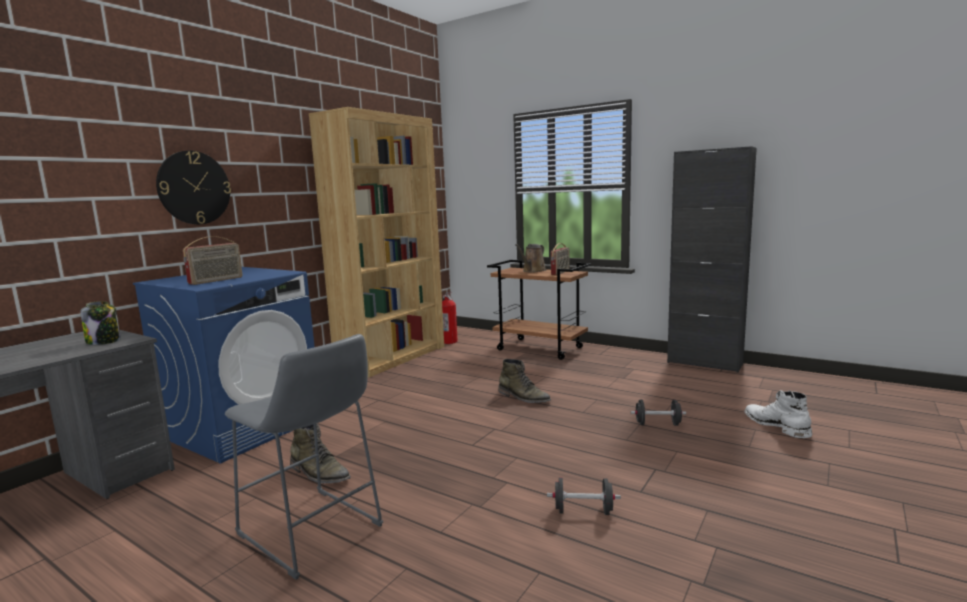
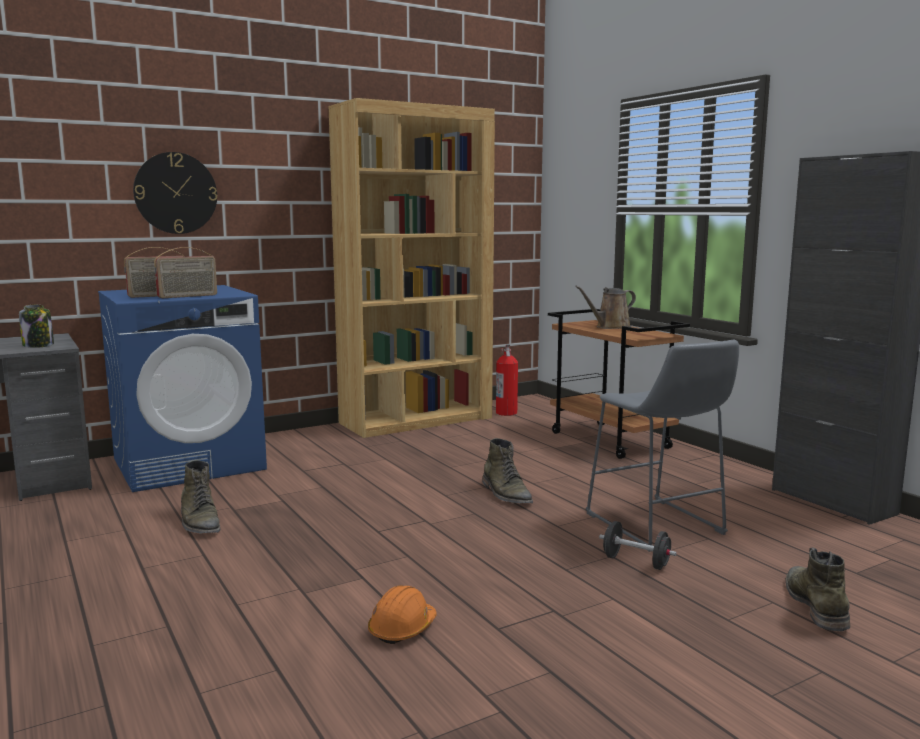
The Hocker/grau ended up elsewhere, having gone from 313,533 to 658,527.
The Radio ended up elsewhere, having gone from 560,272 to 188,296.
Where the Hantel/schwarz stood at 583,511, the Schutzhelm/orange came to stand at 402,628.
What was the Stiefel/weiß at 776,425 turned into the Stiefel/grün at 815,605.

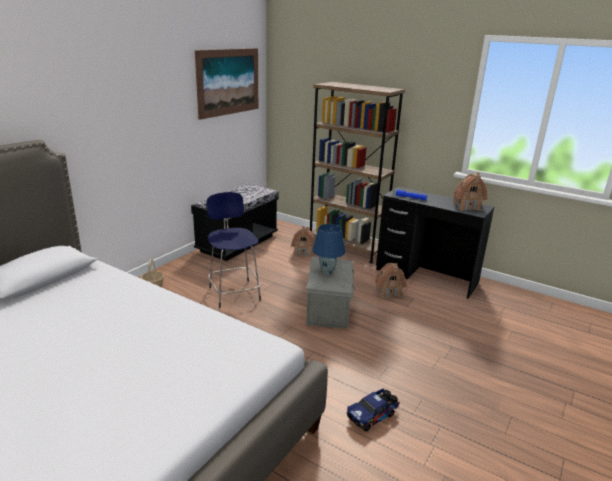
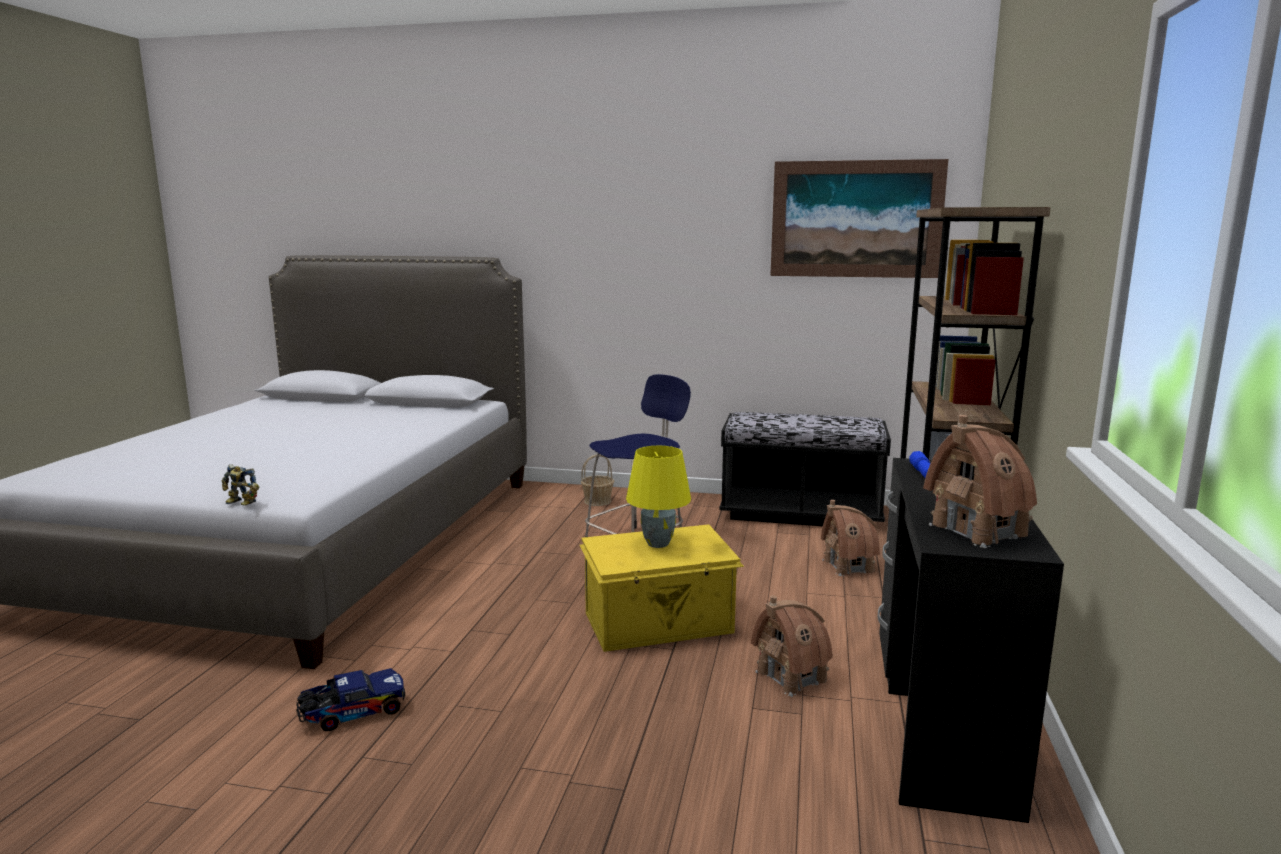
The second view gained the Spielzeugroboter at 240,503.
What was the Aufbewahrungsbox/grau at 329,308 turned into the Aufbewahrungsbox/gelb at 660,624.
What was the Tischlampe/blau at 327,272 turned into the Tischlampe/gelb at 658,544.
The Spielzeuglaster at 373,415 ended up facing another way, 120 degrees clockwise from before.

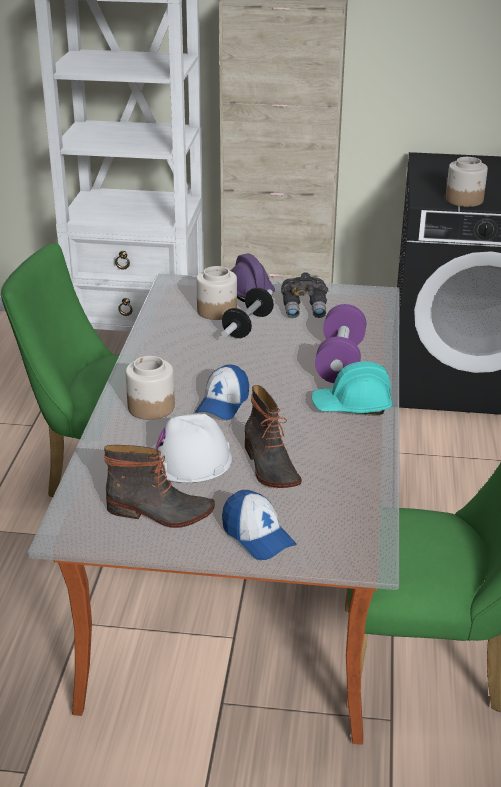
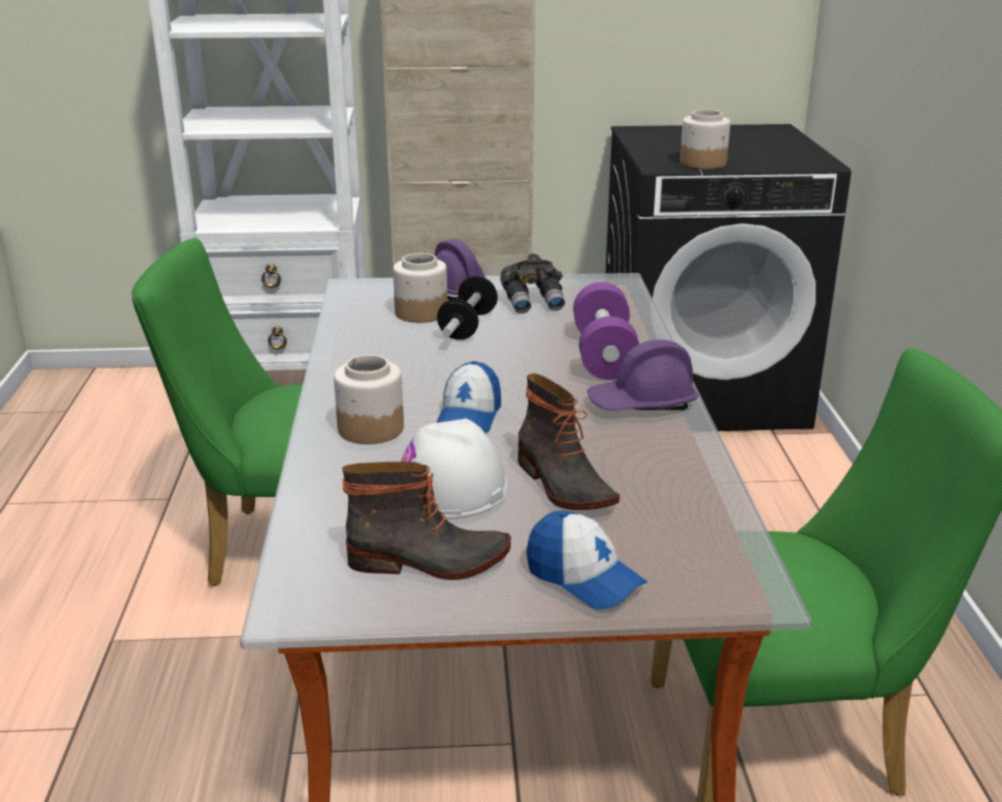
What was the Schutzhelm/türkis at 352,406 turned into the Schutzhelm/lila at 642,403.

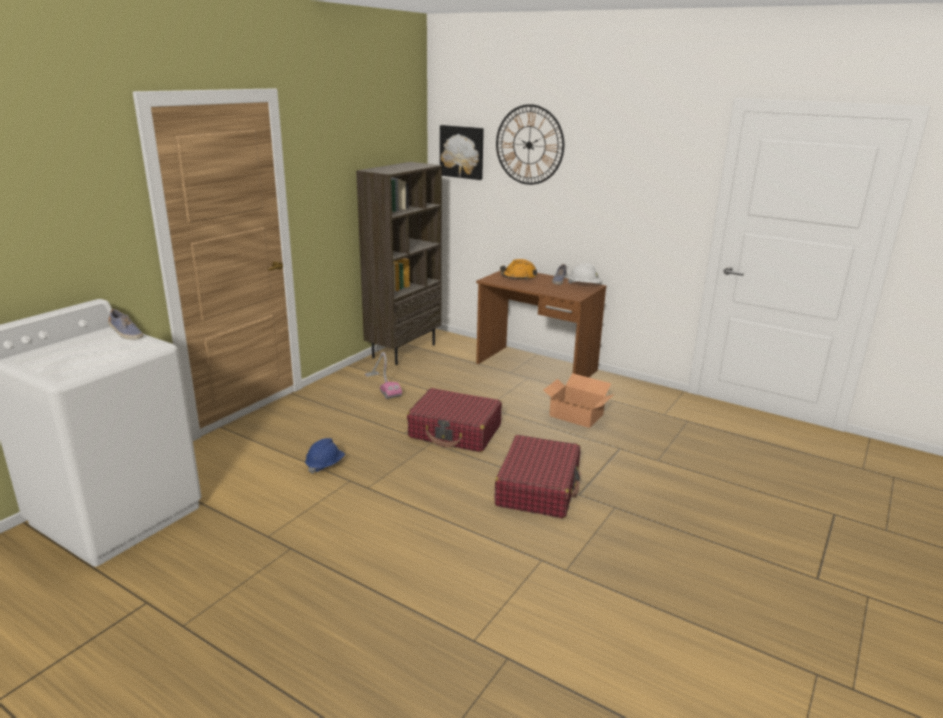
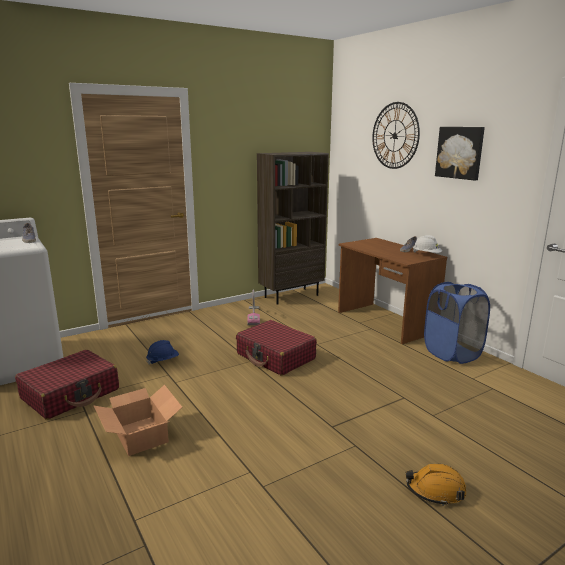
The second view gained the Wäschekorb/blau at 452,353.
The Bild ended up elsewhere, having gone from 462,152 to 460,152.
The Koffer/rot ended up elsewhere, having gone from 538,488 to 71,394.
The Schutzhelm/orange ended up elsewhere, having gone from 518,277 to 435,490.
The Karton ended up elsewhere, having gone from 576,415 to 141,435.

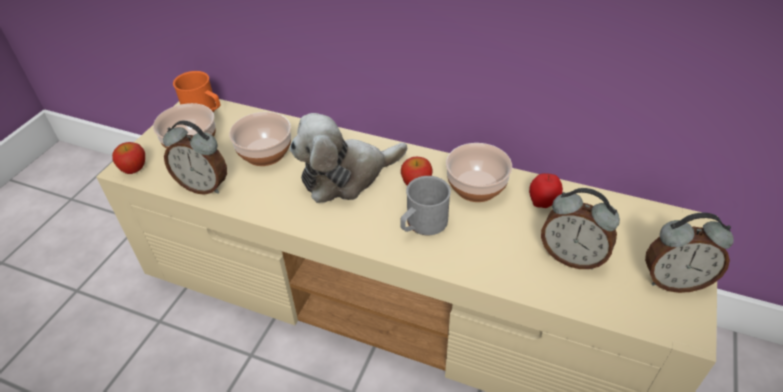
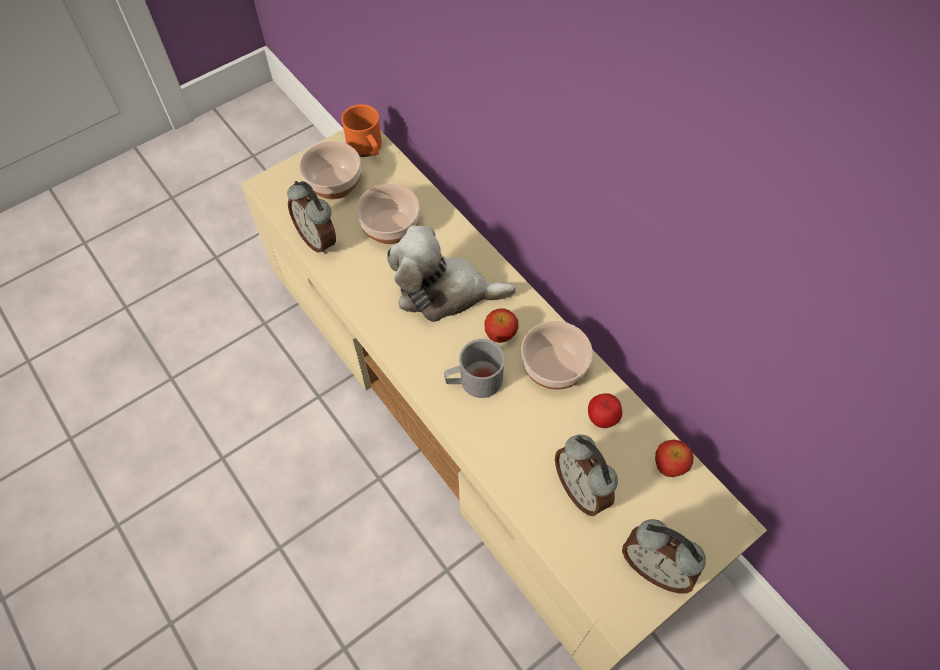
The Apfel ended up elsewhere, having gone from 134,168 to 669,465.

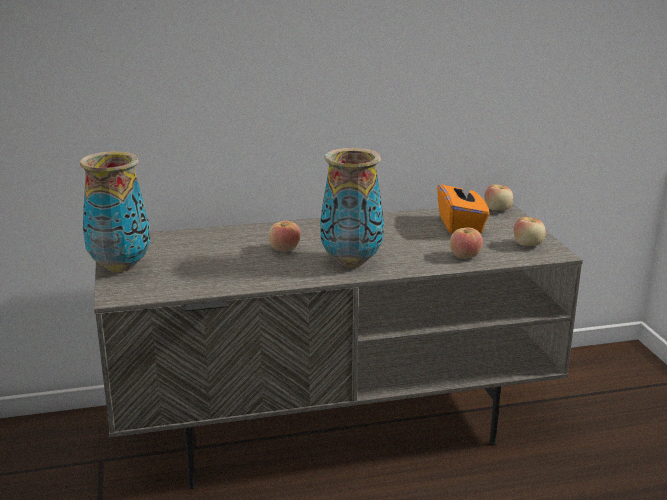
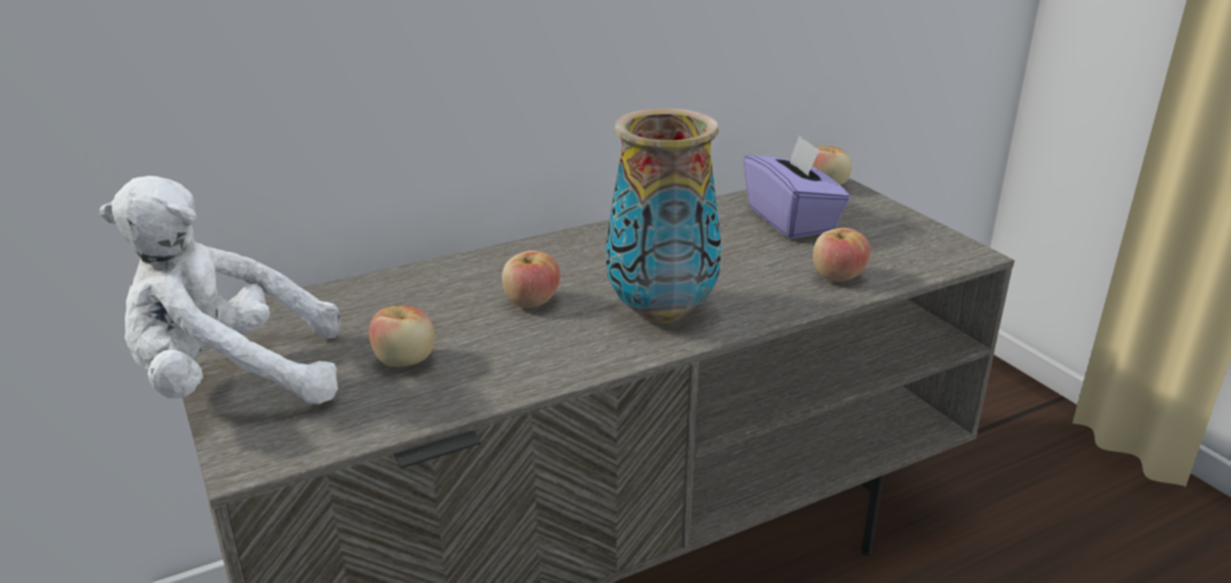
The Apfel ended up elsewhere, having gone from 528,245 to 405,361.
Where the Vase stood at 120,266, the Plüschtier/weiß came to stand at 232,382.
What was the Taschentuchbox/orange at 461,226 turned into the Taschentuchbox/lila at 792,220.

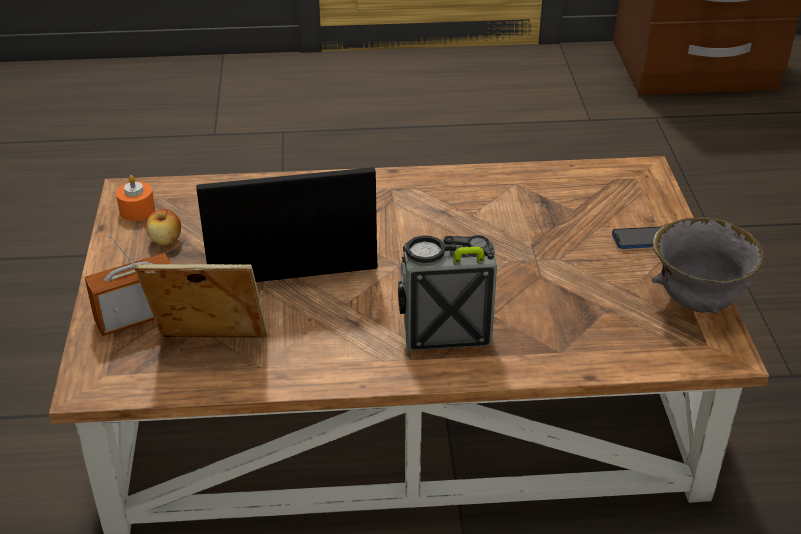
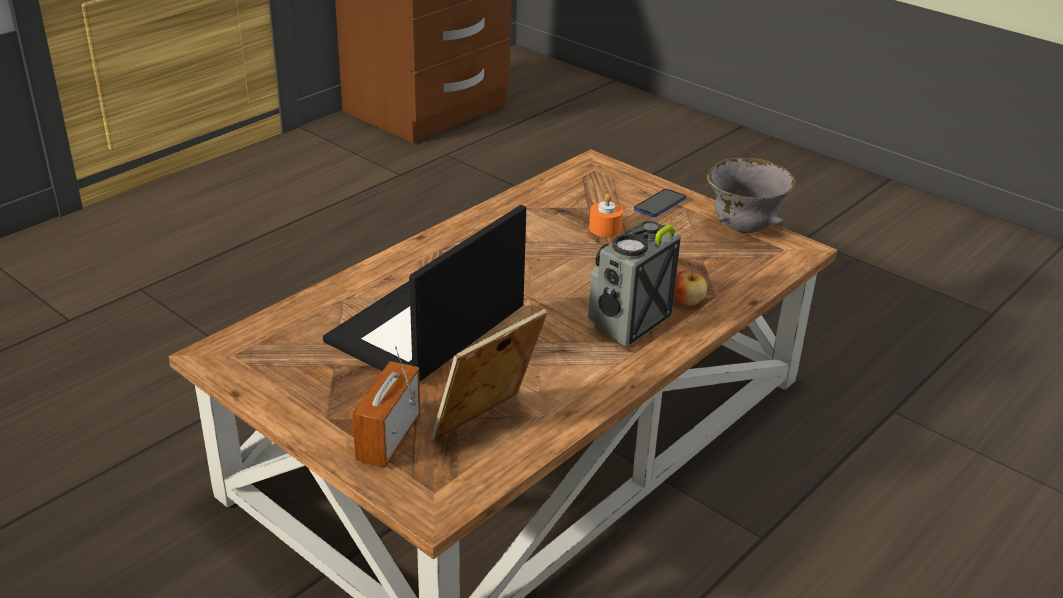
The Kerze/orange ended up elsewhere, having gone from 137,210 to 605,228.
The Apfel ended up elsewhere, having gone from 166,240 to 687,301.

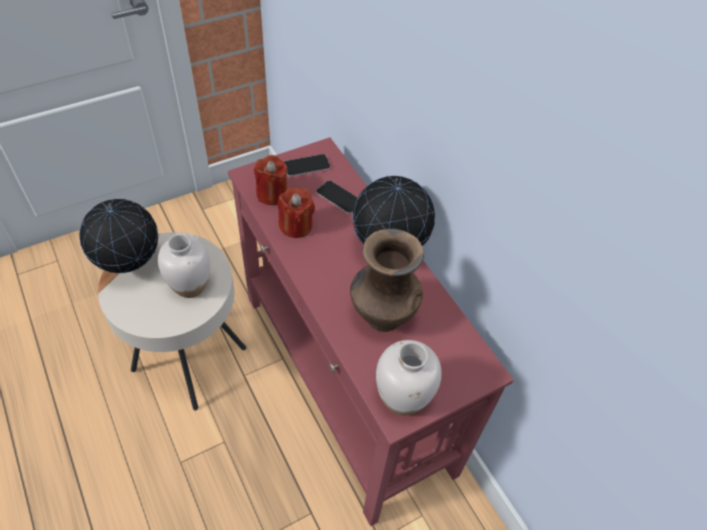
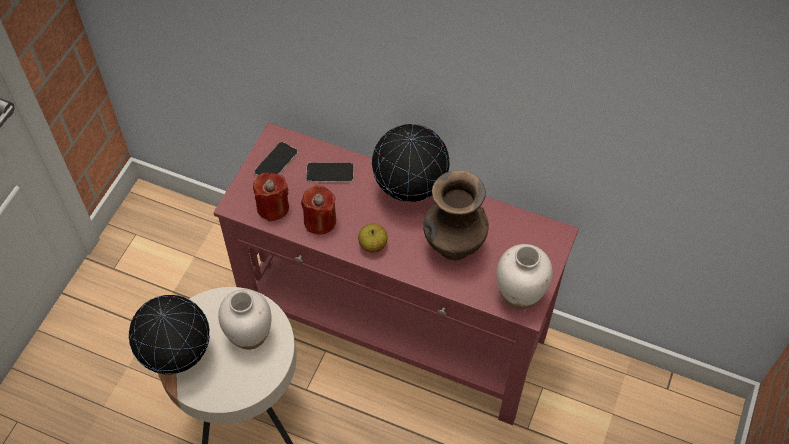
The second view gained the Apfel at 373,245.

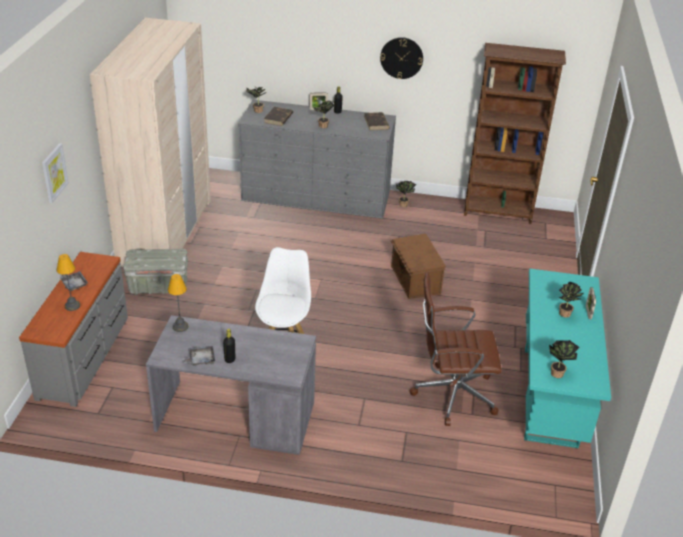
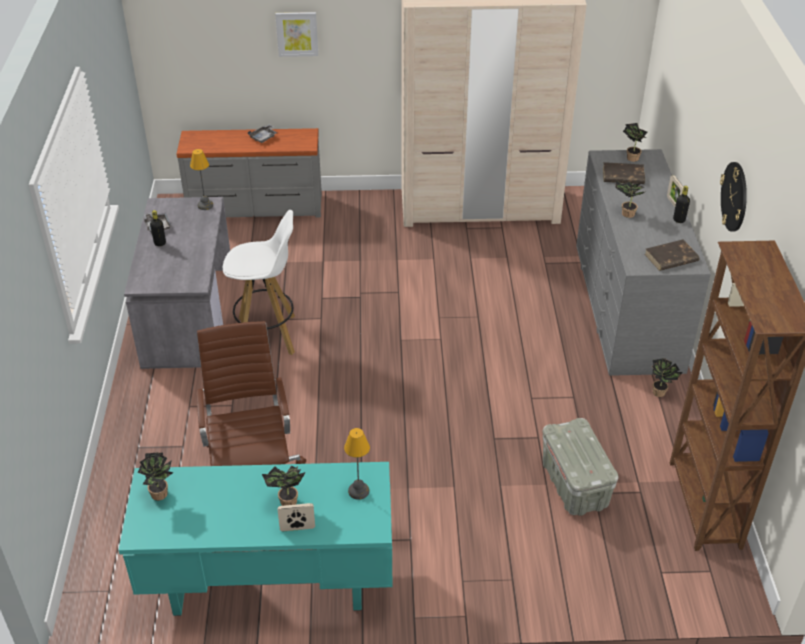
The second view lost the Aufbewahrungsbox/braun at 414,280.
The Tischlampe ended up elsewhere, having gone from 72,305 to 359,491.
The Aufbewahrungsbox/grau ended up elsewhere, having gone from 158,286 to 575,485.

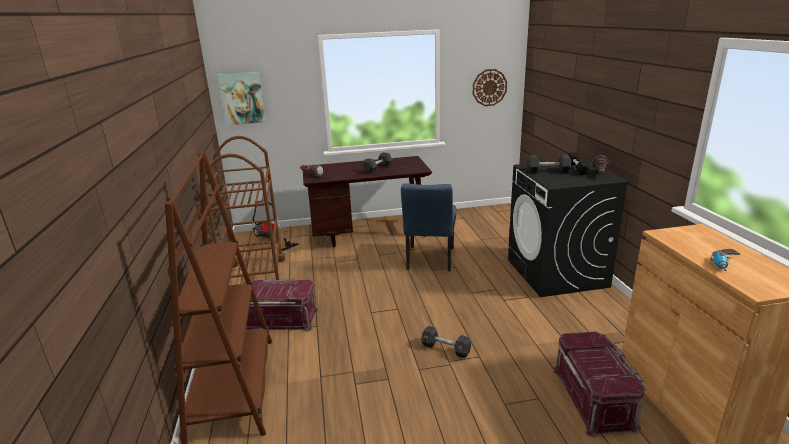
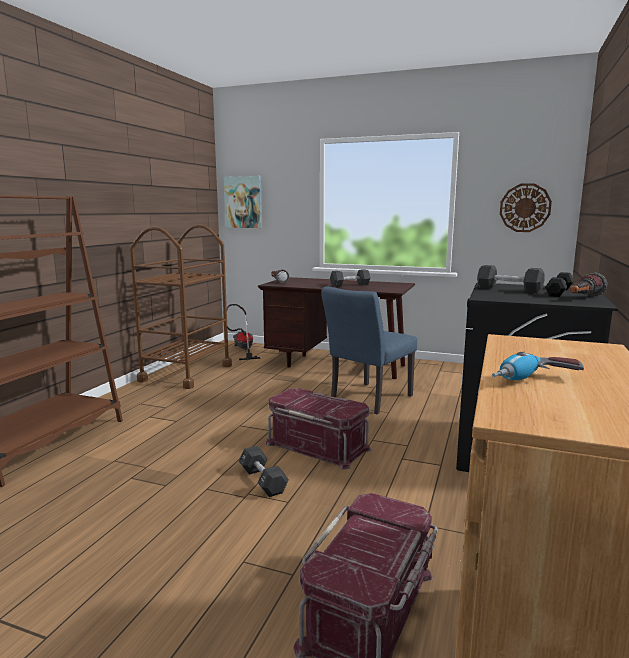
The Aufbewahrungsbox/rot ended up elsewhere, having gone from 279,319 to 318,446.

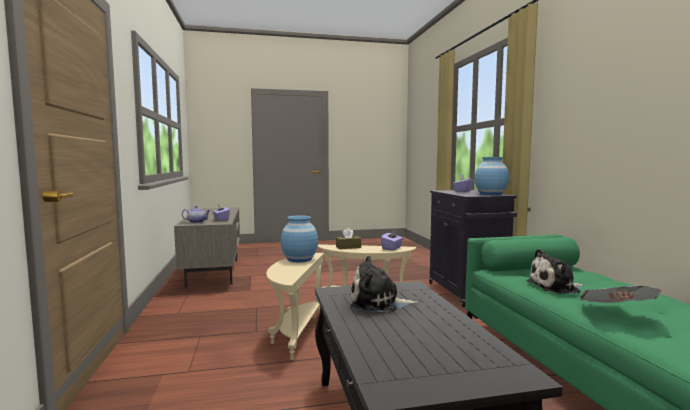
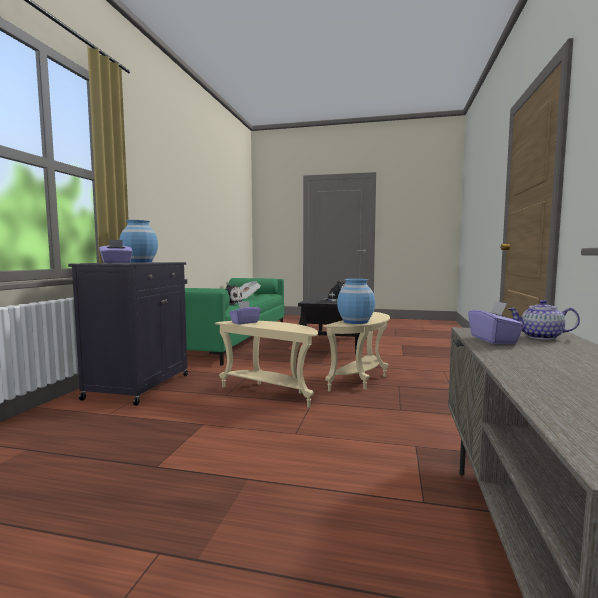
The second view lost the Taschentuchbox/braun at 348,247.

